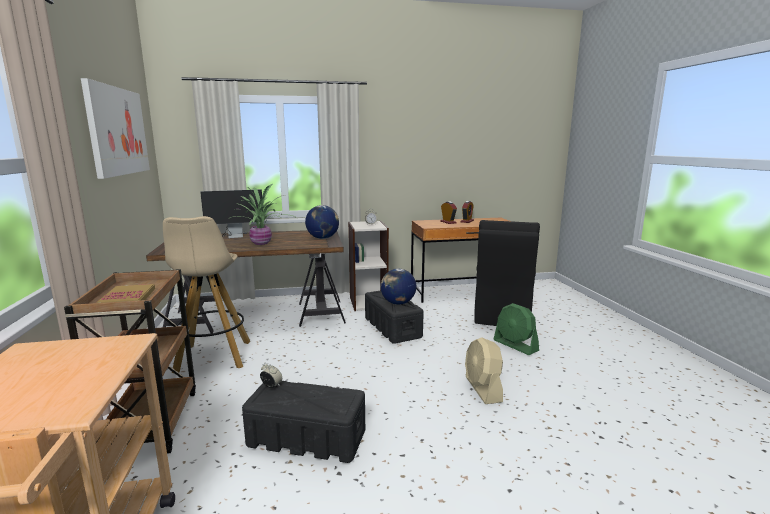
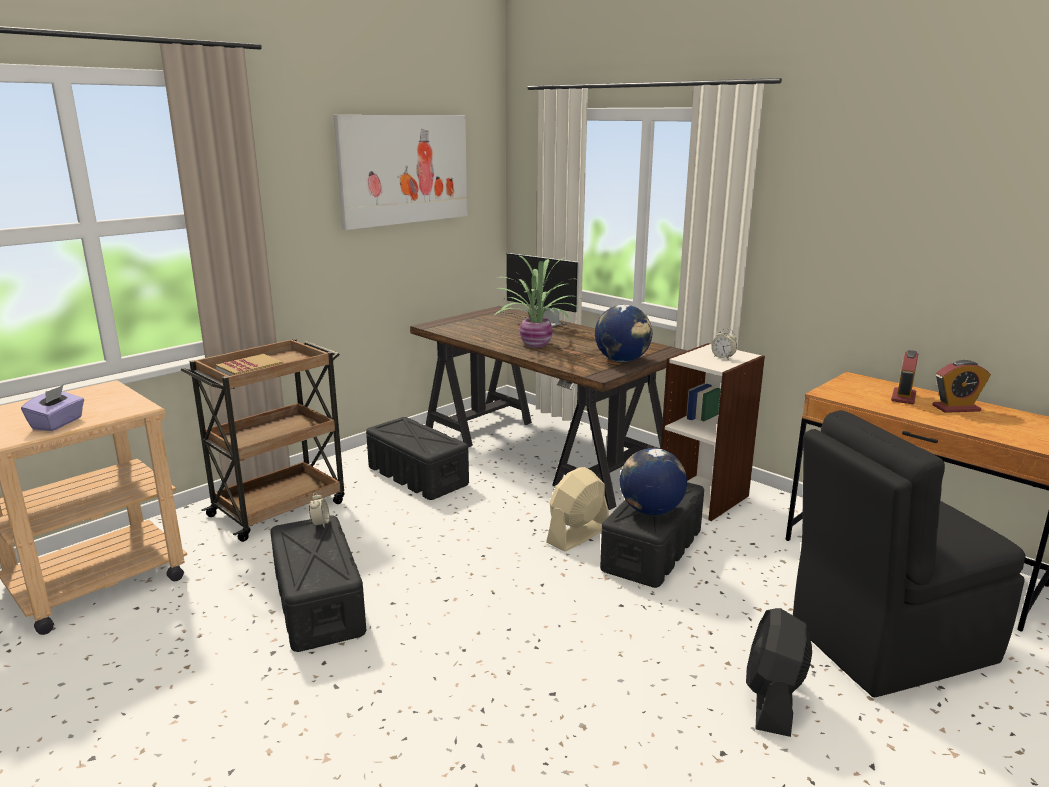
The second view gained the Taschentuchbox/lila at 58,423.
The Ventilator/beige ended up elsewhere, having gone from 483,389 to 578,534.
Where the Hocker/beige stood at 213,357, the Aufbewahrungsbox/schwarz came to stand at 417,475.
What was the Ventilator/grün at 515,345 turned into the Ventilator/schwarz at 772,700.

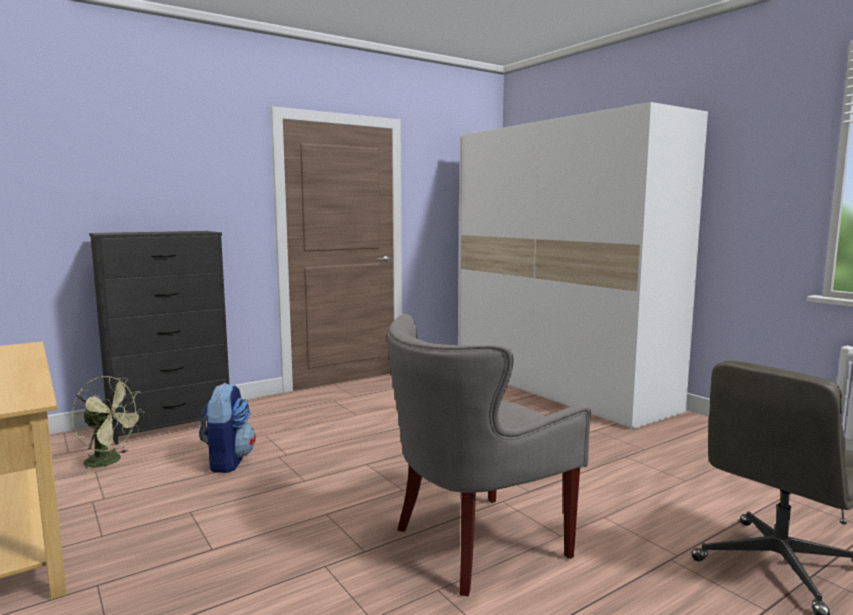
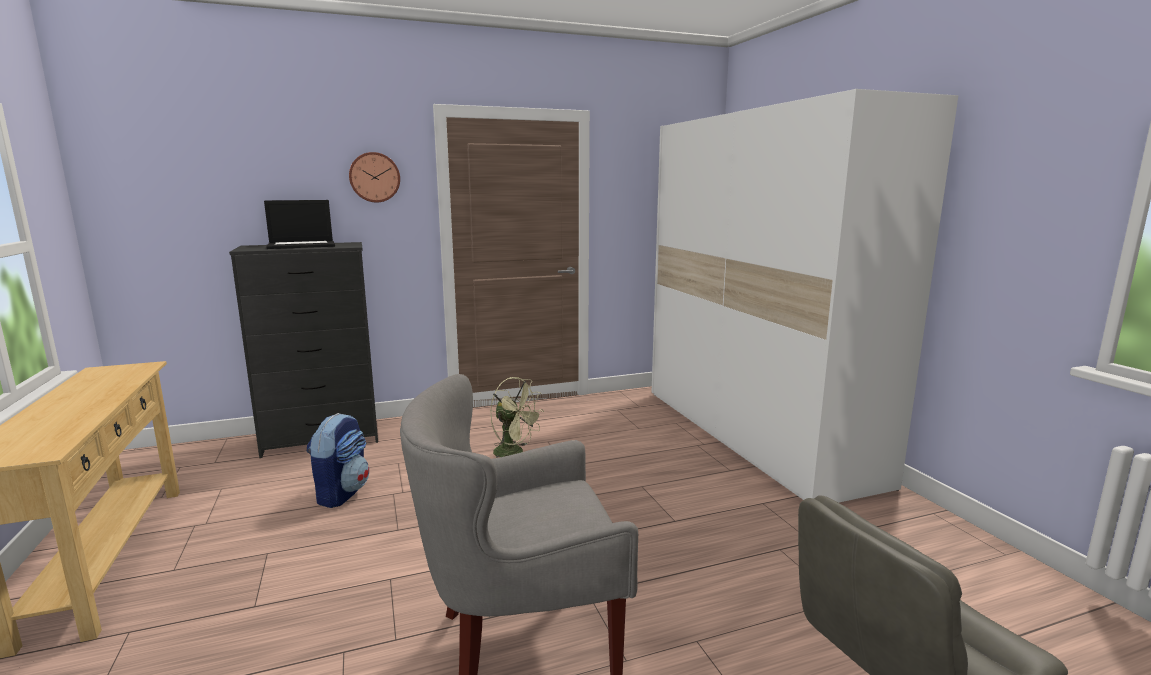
The second view gained the Laptop at 302,245.
The second view gained the Wanduhr at 374,177.
The Ventilator/grün ended up elsewhere, having gone from 110,461 to 514,453.

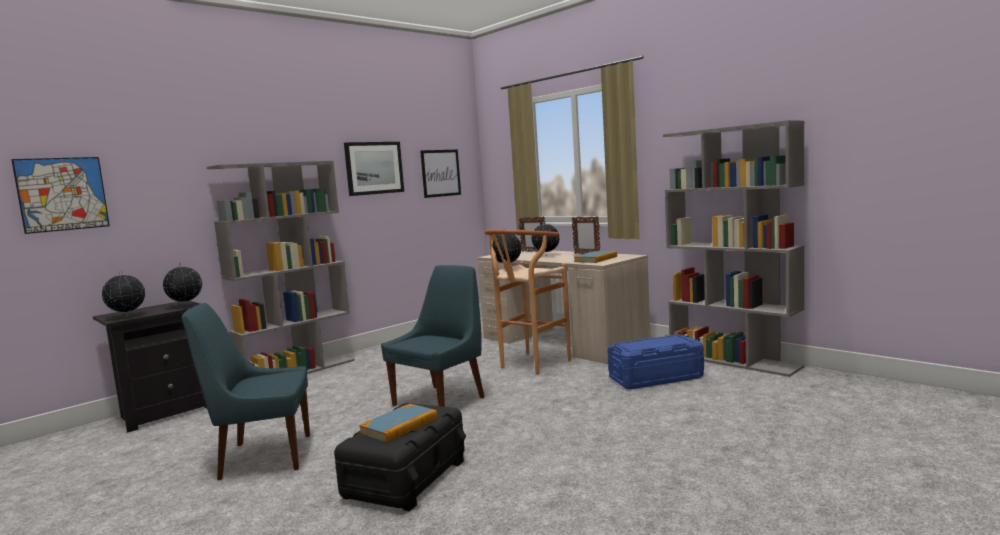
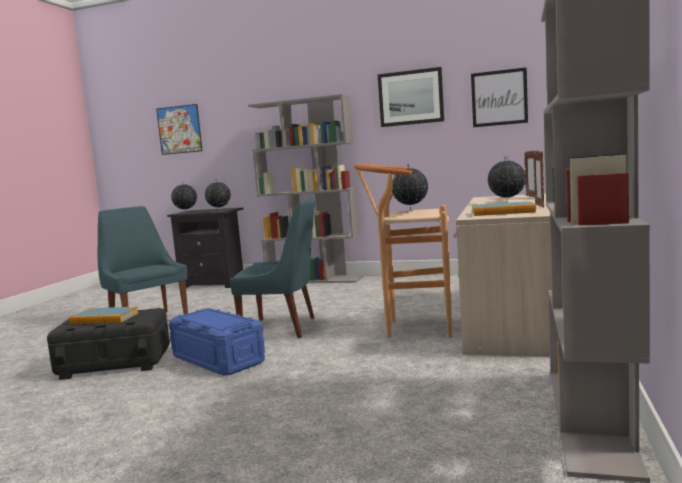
The Aufbewahrungsbox/blau ended up elsewhere, having gone from 656,378 to 218,359.

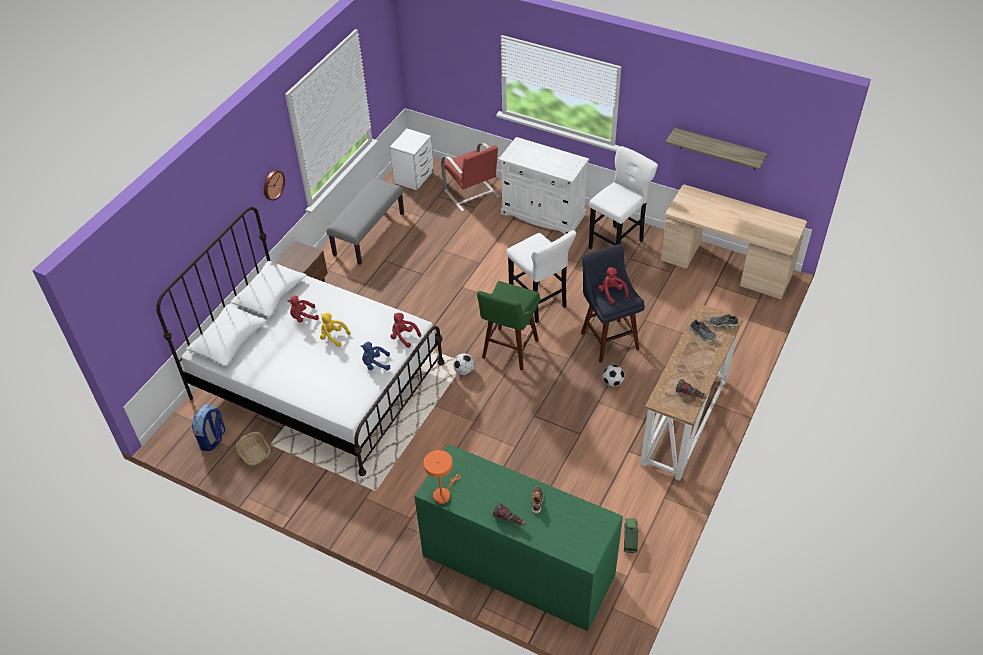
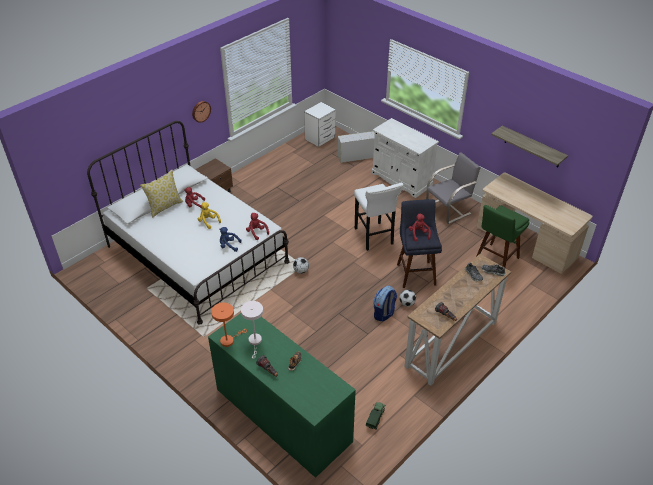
The second view lost the Korb at 254,453.
The second view lost the Bank/grau at 368,234.
The second view gained the Kissen at 165,206.
The second view gained the Tischlampe/weiß at 255,342.
The Rucksack ended up elsewhere, having gone from 213,439 to 384,313.
The Hocker/grün ended up elsewhere, having gone from 508,351 to 495,261.
Where the Stuhl/rot stood at 472,194, the Aufbewahrungsbox/weiß came to stand at 356,157.
Where the Hocker/weiß stood at 617,243, the Stuhl/grau came to stand at 449,209.

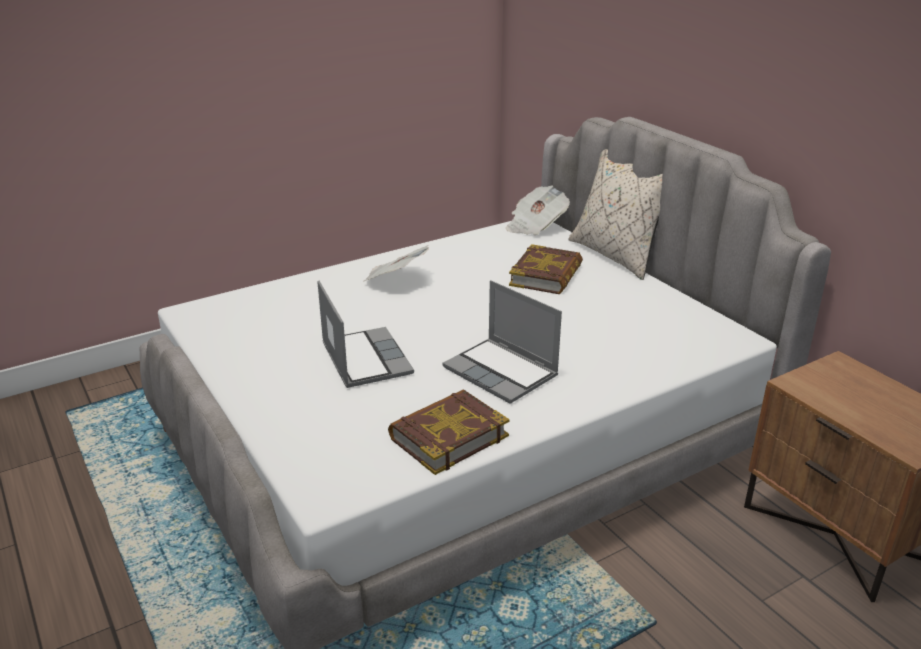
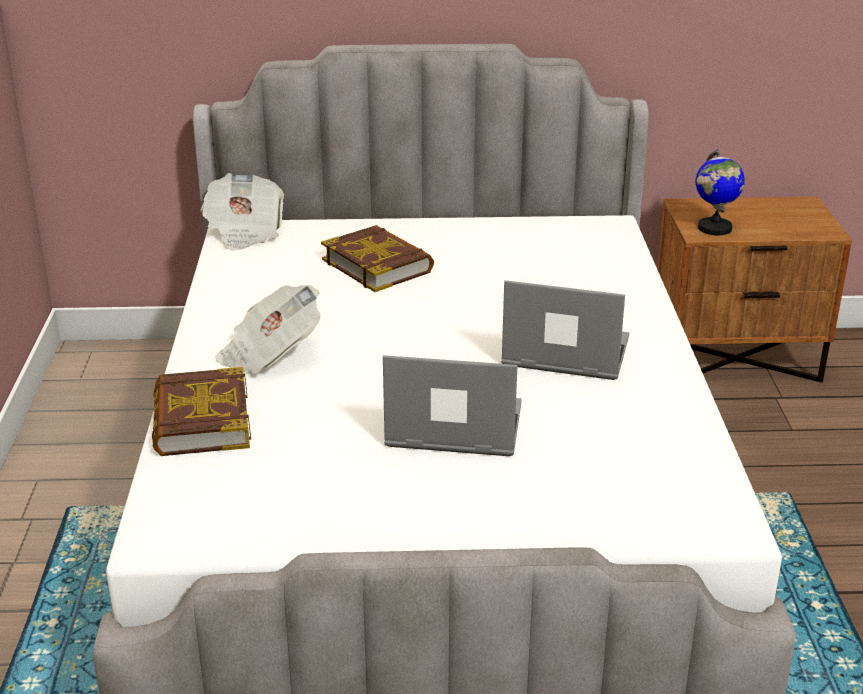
The second view lost the Kissen/beige at 617,255.
The second view gained the Globus at 714,228.
The Buch ended up elsewhere, having gone from 448,437 to 201,421.
The Laptop at 502,372 ended up facing another way, 150 degrees counterclockwise from before.

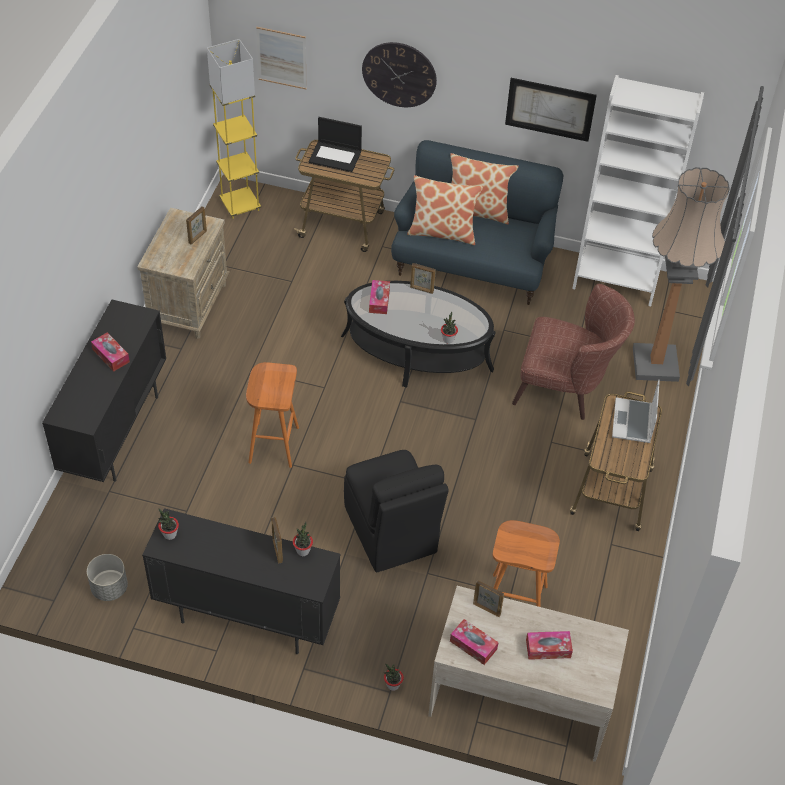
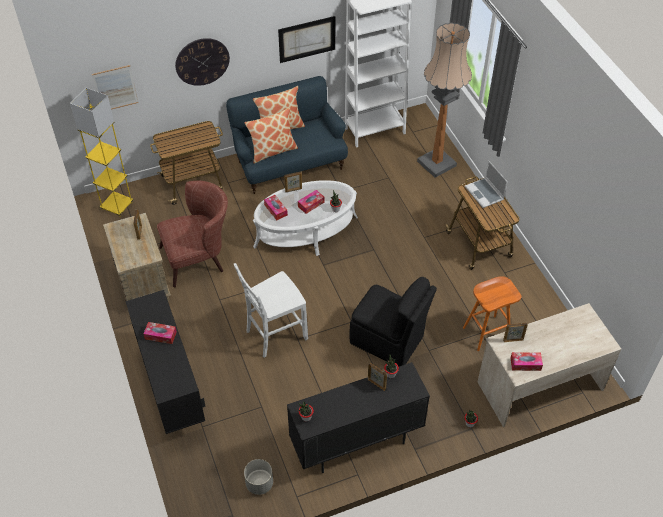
The second view lost the Laptop at 336,156.
The Sessel/braun ended up elsewhere, having gone from 566,387 to 199,258.
The Taschentuchbox ended up elsewhere, having gone from 548,648 to 311,204.
Where the Hocker/orange stood at 273,444, the Stuhl/weiß came to stand at 275,334.
What was the Couchtisch/schwarz at 416,352 turned into the Couchtisch/weiß at 306,231.

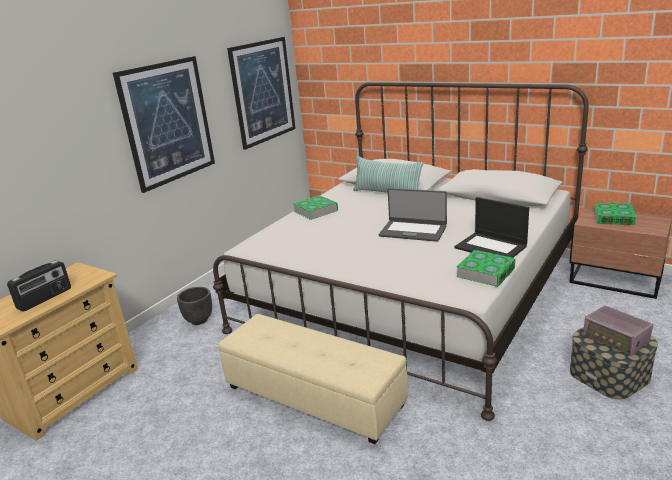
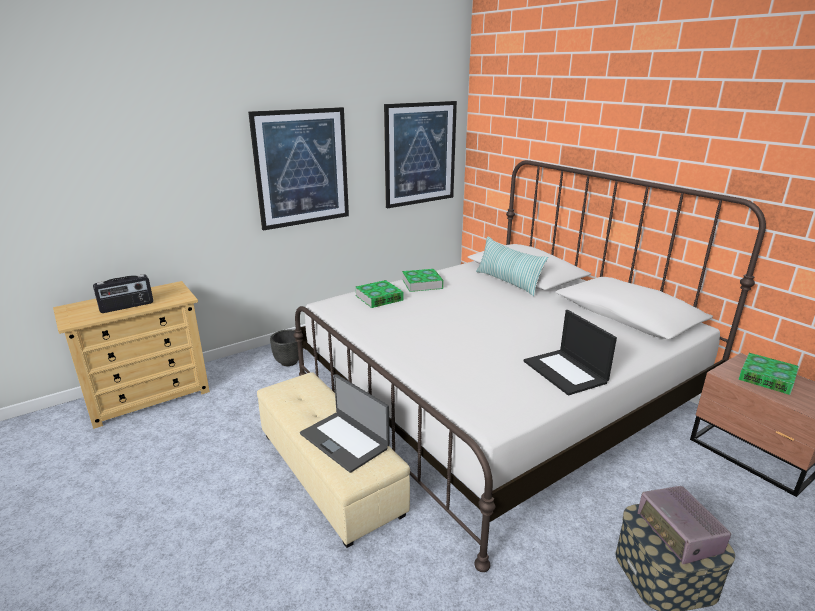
The Laptop ended up elsewhere, having gone from 413,231 to 345,440.
The Buch ended up elsewhere, having gone from 485,272 to 379,298.

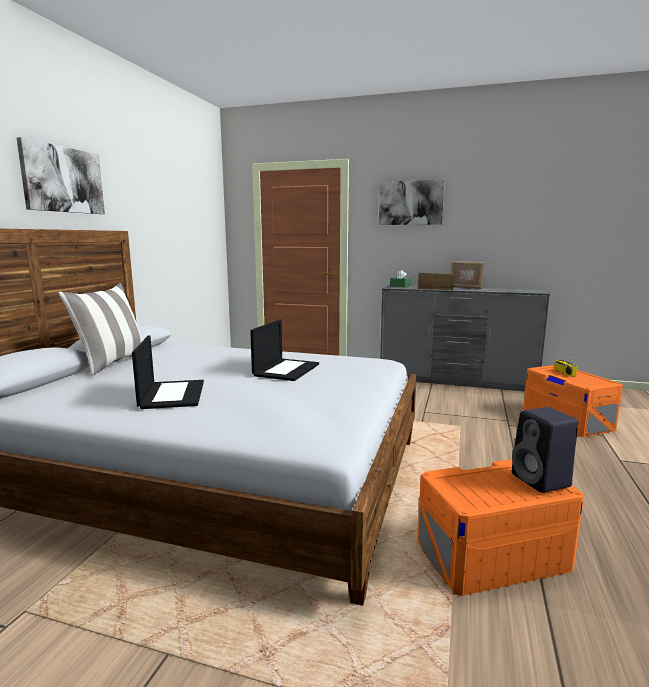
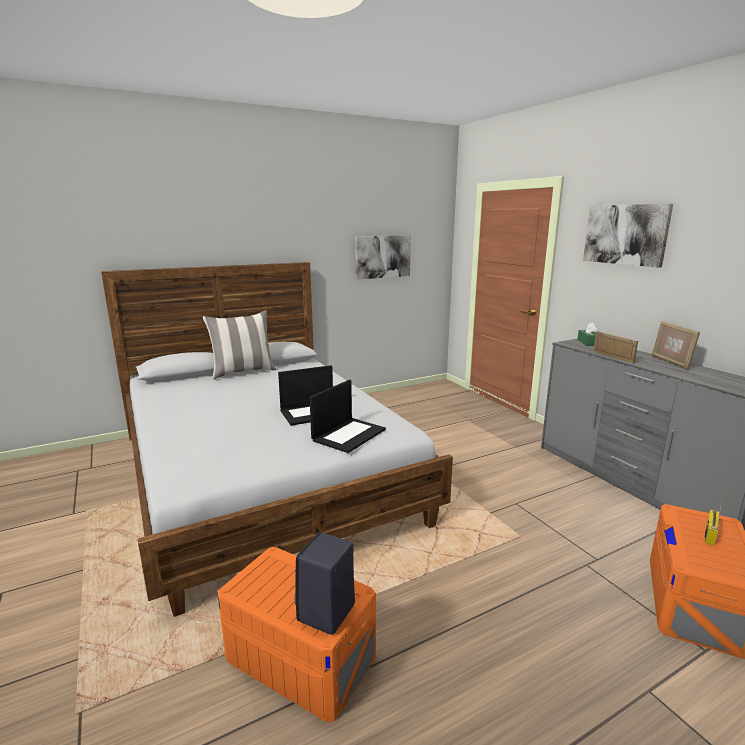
The Bild ended up elsewhere, having gone from 63,180 to 382,256.
The Laptop ended up elsewhere, having gone from 172,394 to 349,434.

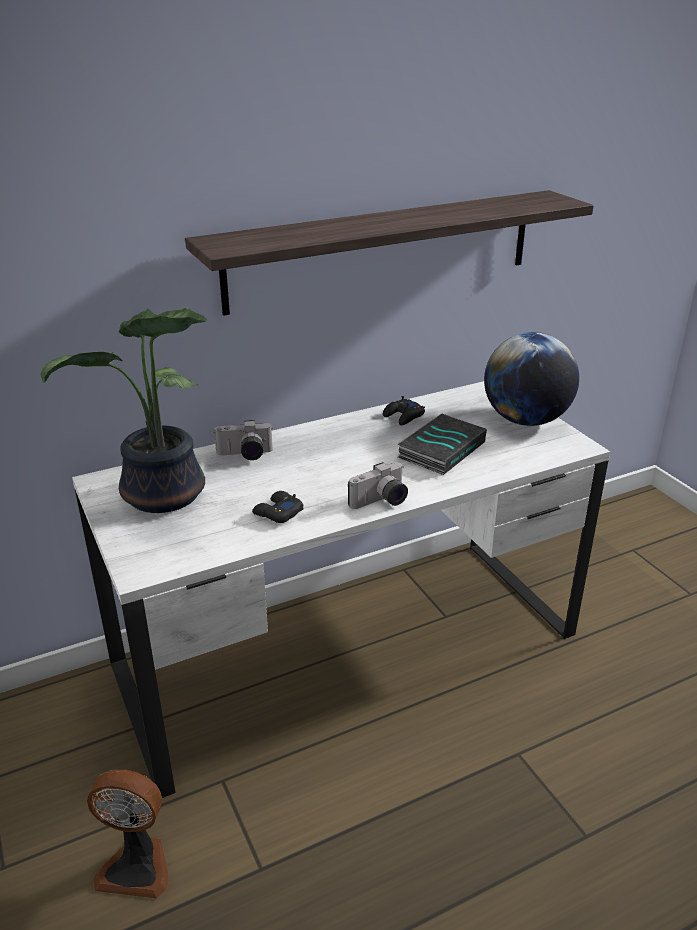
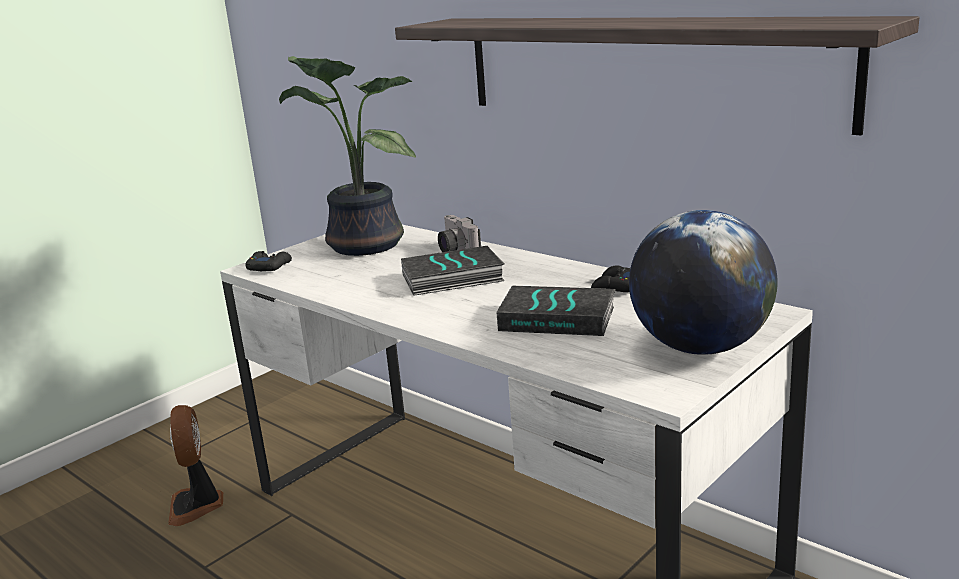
The second view lost the Kamera at 381,502.
The second view gained the Buch at 451,279.
The Gamepad/schwarz ended up elsewhere, having gone from 277,512 to 269,267.

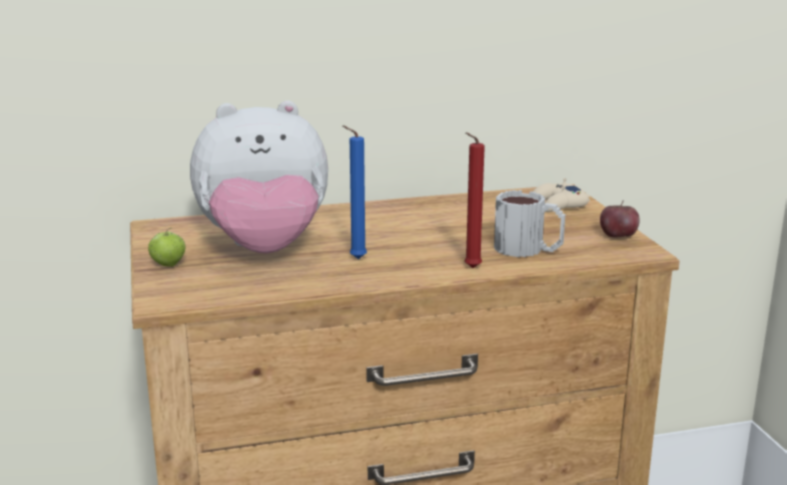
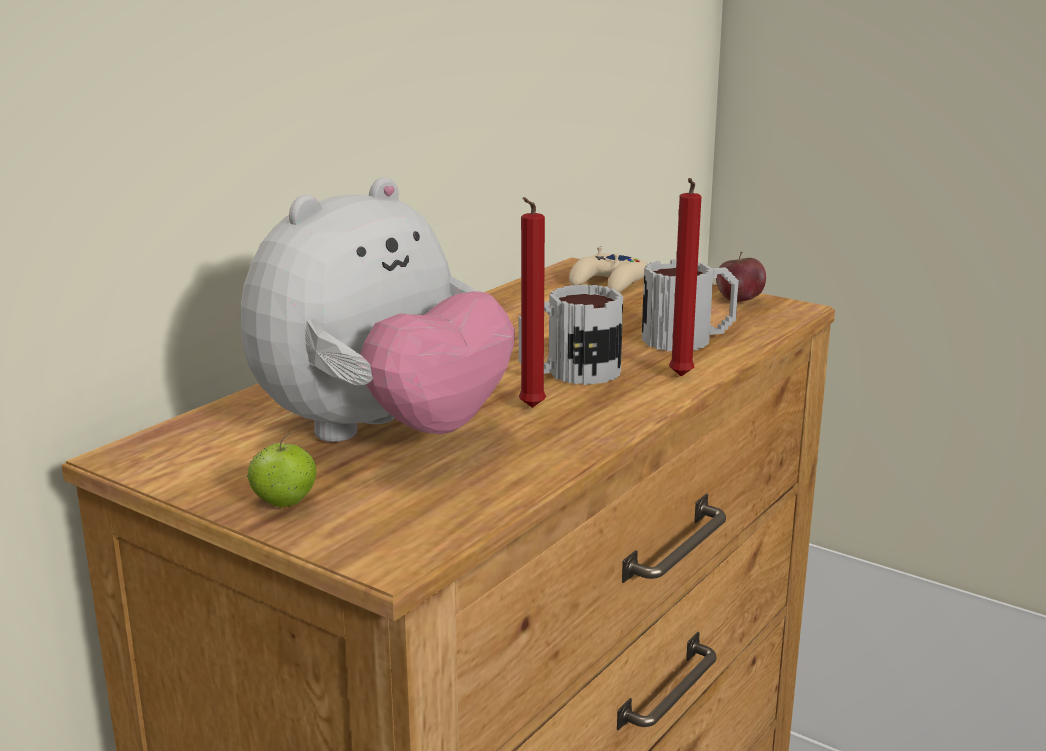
The second view gained the Henkelbecher at 568,373.
What was the Kerze/blau at 355,259 turned into the Kerze/rot at 530,409.

